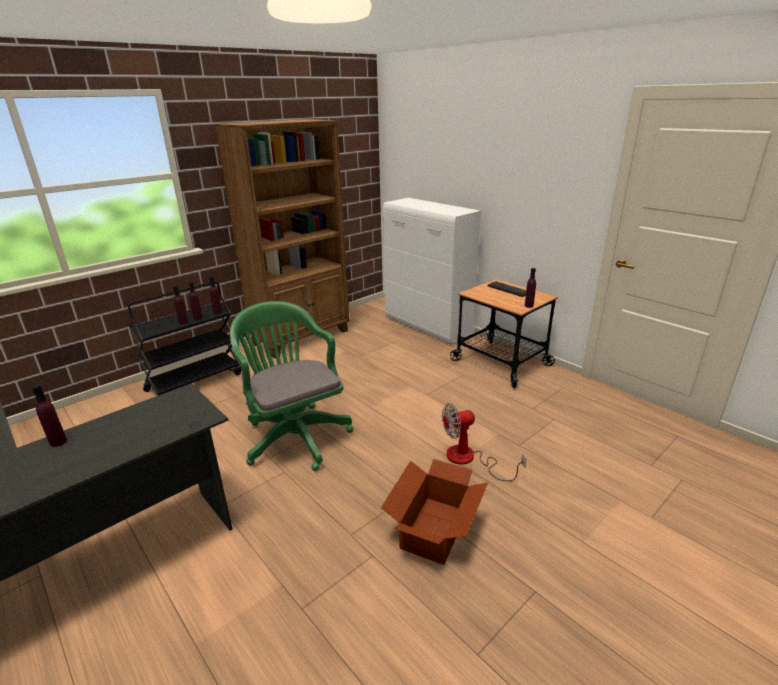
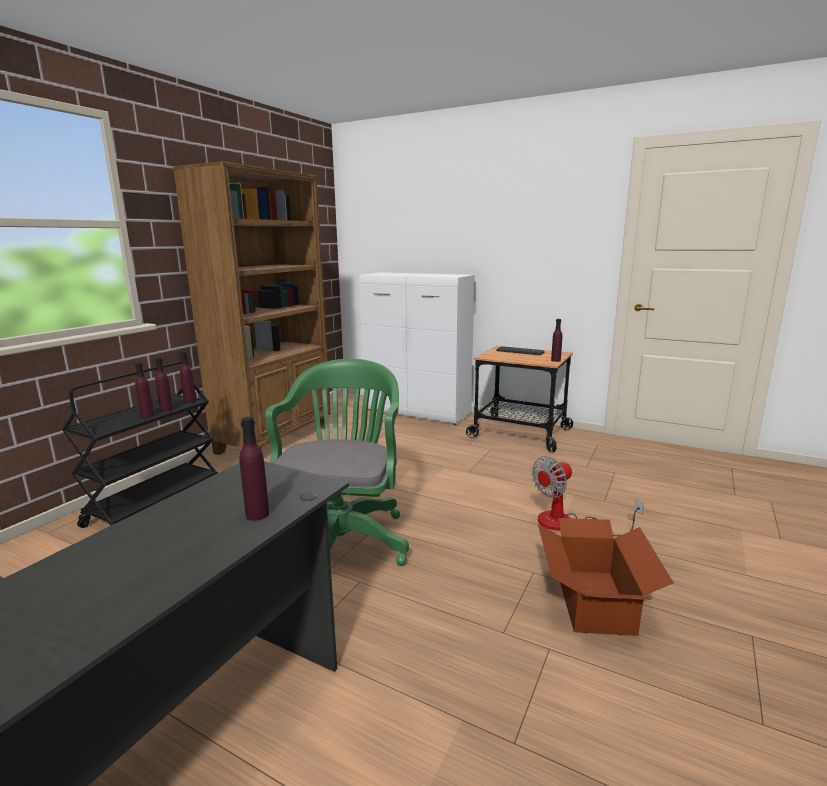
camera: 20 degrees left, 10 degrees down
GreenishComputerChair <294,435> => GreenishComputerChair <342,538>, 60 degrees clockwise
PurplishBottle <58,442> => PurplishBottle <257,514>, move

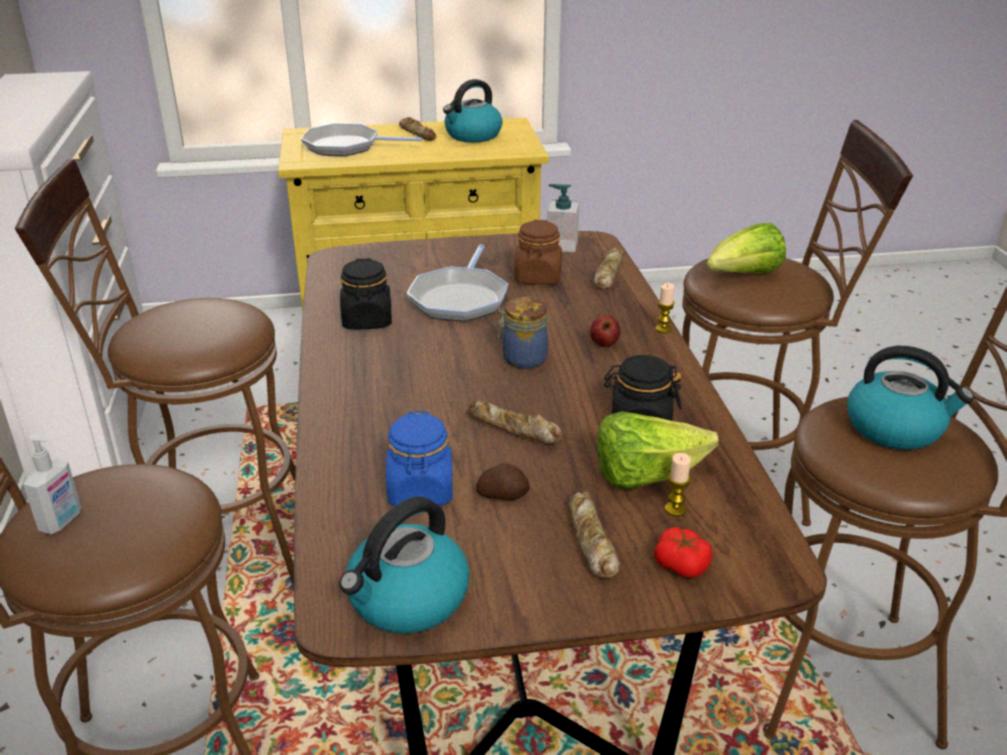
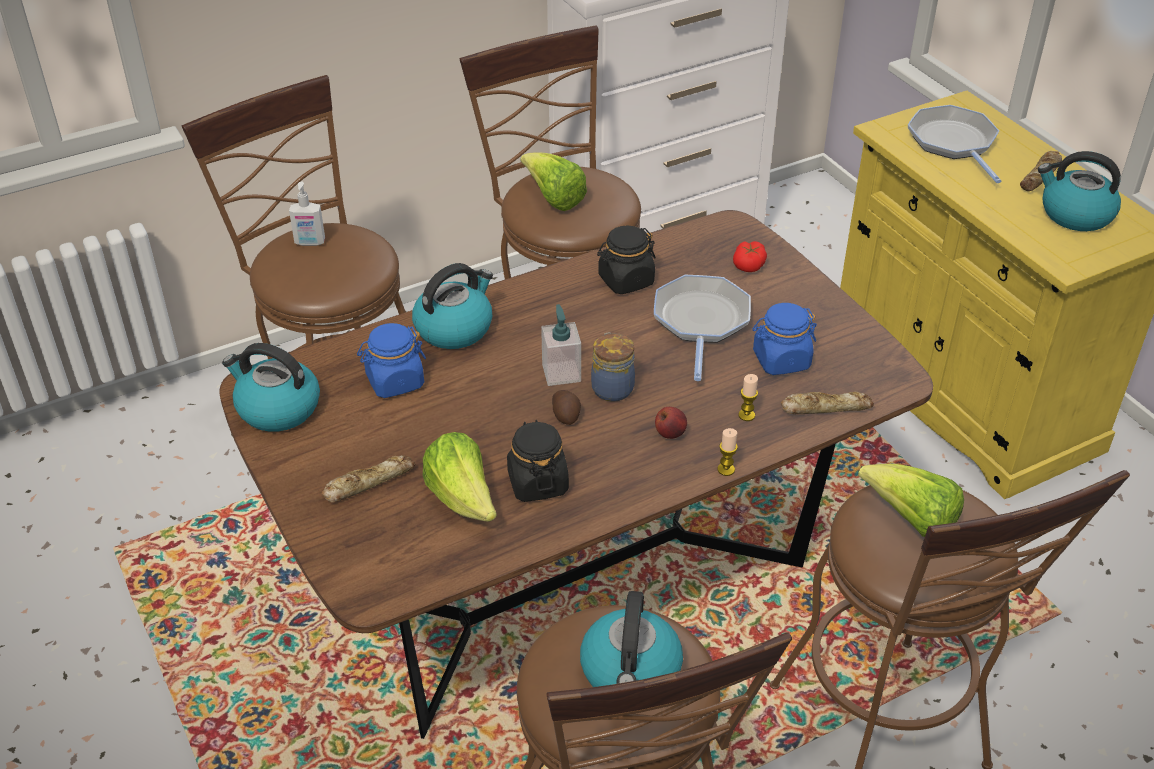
camera: 70 degrees right, 10 degrees up
SoapDispenser <561,245> => SoapDispenser <561,373>, move
BrownColouredJar <538,277> => BlueColouredJar <781,360>
FryingPan <460,298> => FryingPan <701,322>, 105 degrees clockwise
BakedBread <513,429> => nothing
Candle <675,509> => Candle <746,415>, move
Potato <502,494> => Potato <566,414>, move
Tomato <681,564> => Tomato <749,265>, move
nothing => Lettuce <553,198>
nothing => WaterKettle <454,328>

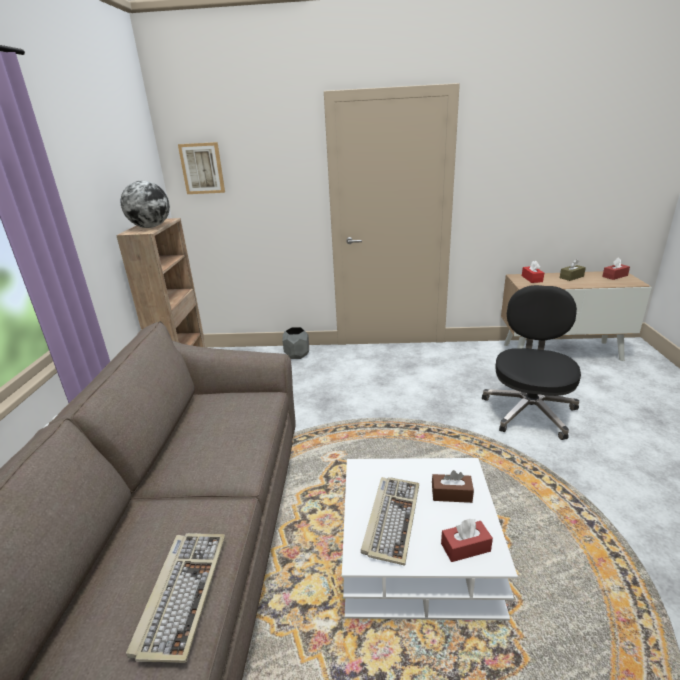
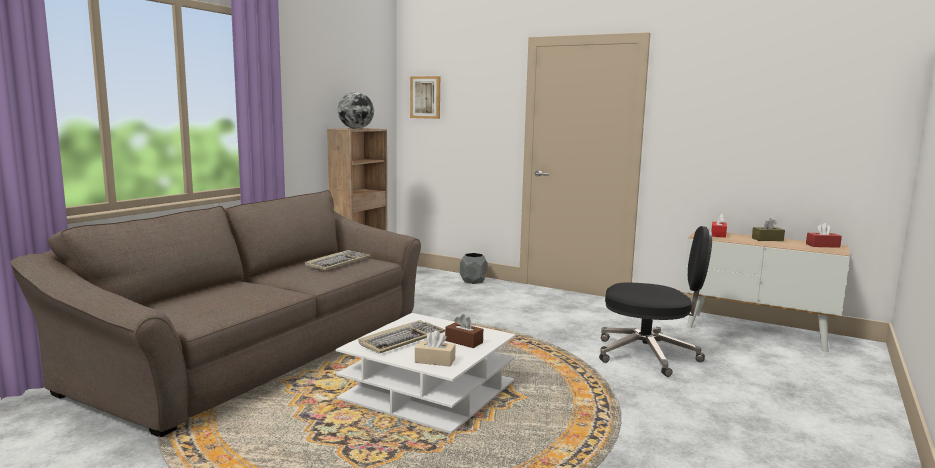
camera: 25 degrees right, 15 degrees down
BlackColouredComputerChair <529,410> => BlackColouredComputerChair <649,355>, 60 degrees clockwise
RedColouredTissueBox <465,547> => SandColouredTissueBox <435,361>
ComputerKeyboard <182,593> => ComputerKeyboard <338,263>, move

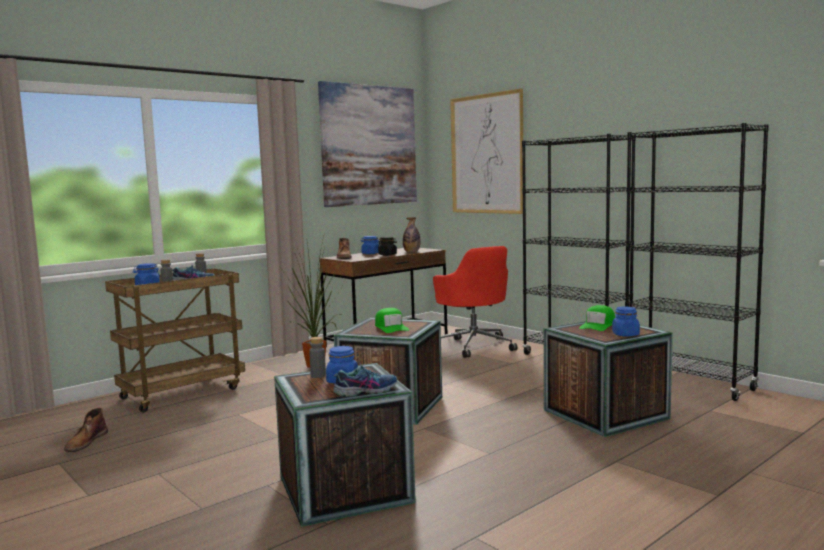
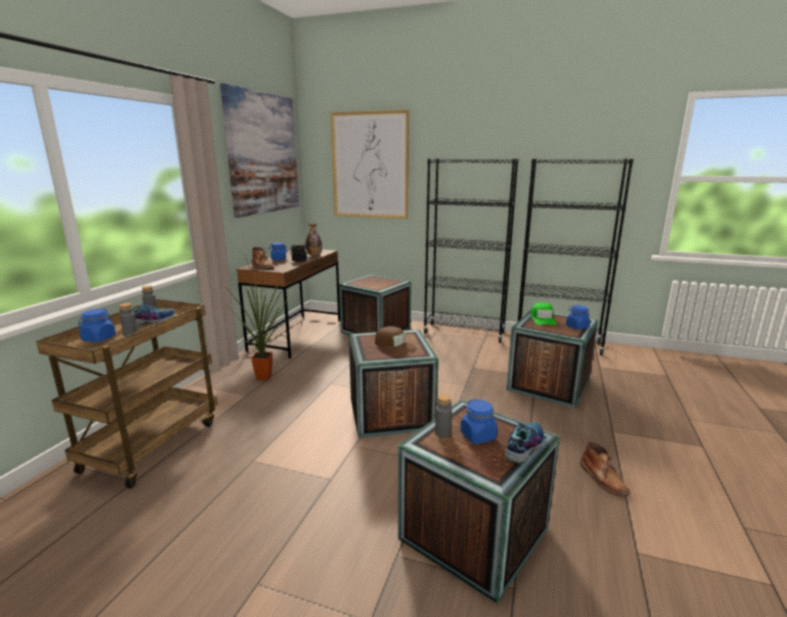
camera: 30 degrees left, 10 degrees up
RedColouredComputerChair <474,346> => Crate <376,330>
GreenishCap <391,327> => BrownColouredCap <394,345>
BrownColouredBoot <85,442> => BrownColouredBoot <603,479>, move

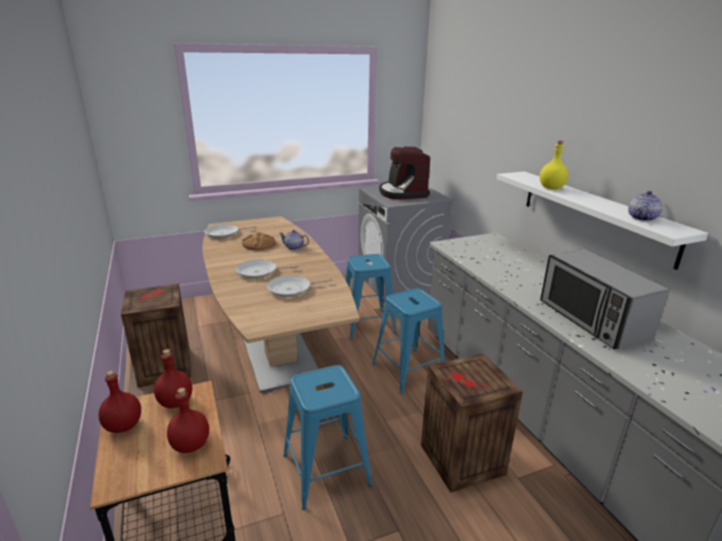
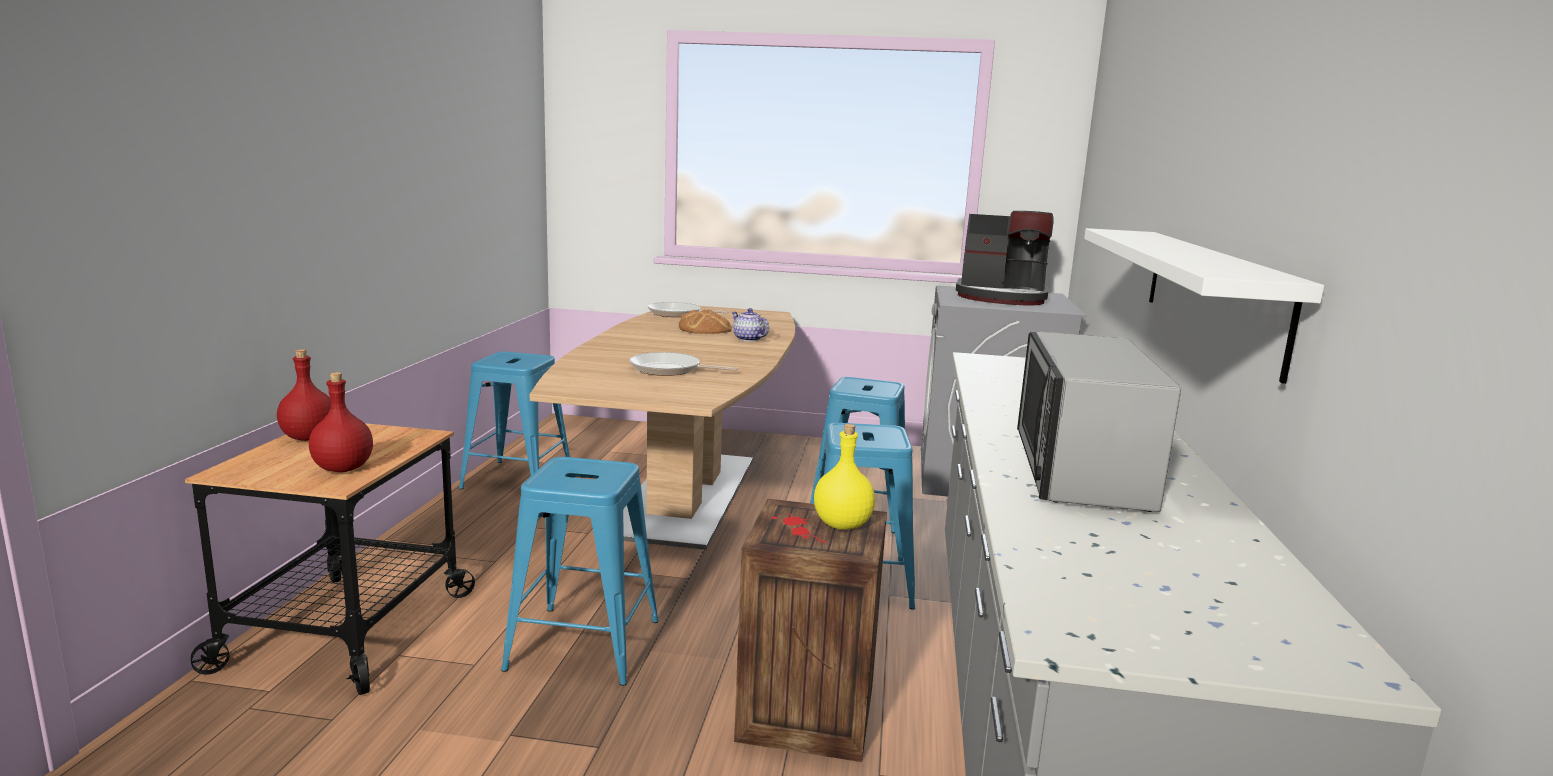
camera: 30 degrees right, 10 degrees down
YellowishBottle <552,188> => YellowishBottle <842,525>, move
CoffeeBrewer <402,193> => CoffeeBrewer <1002,298>, 90 degrees counterclockwise
Teapot <641,218> => nothing
FryingPan <259,272> => nothing
Crate <164,367> => BlueColouredStool <517,479>
RedColouredBottle <176,402> => nothing

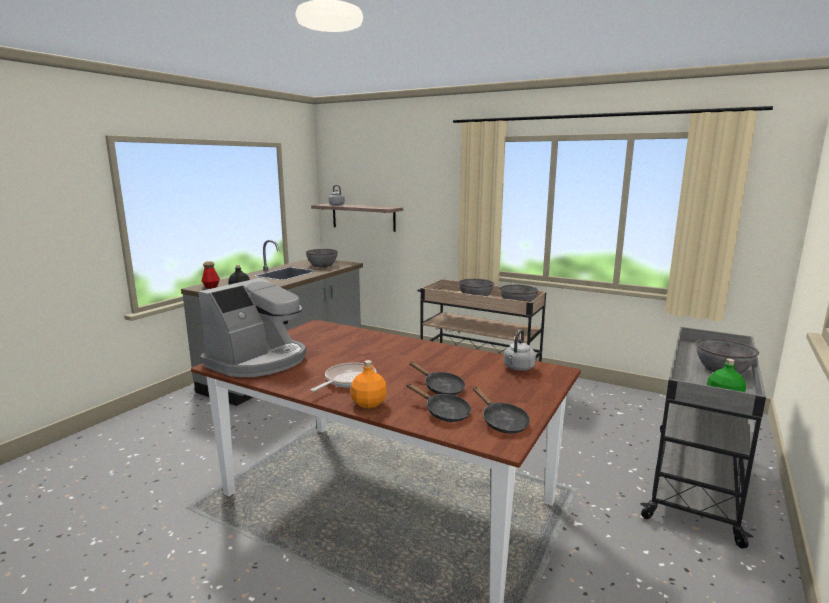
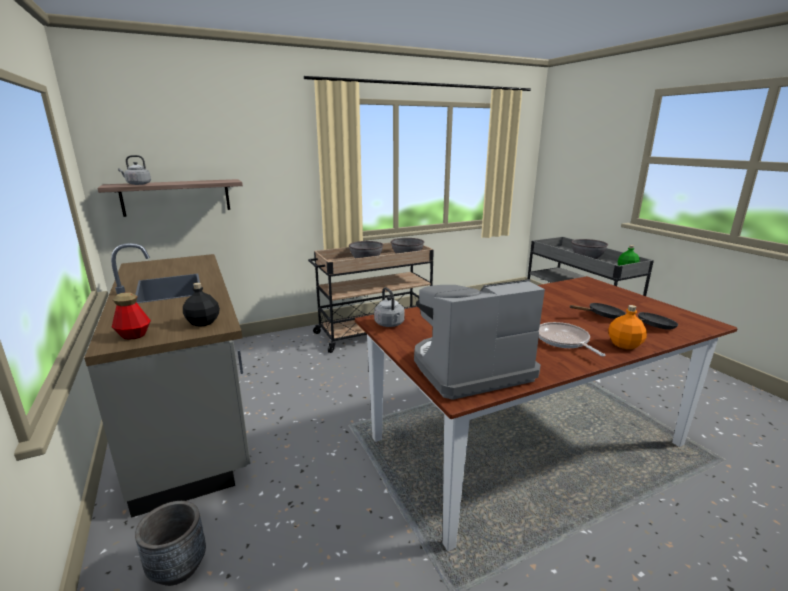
camera: 55 degrees left, 5 degrees up
GreyishBowl <322,265> => nothing
CoffeeBrewer <258,361> => CoffeeBrewer <469,369>, 90 degrees counterclockwise
GreyishWaterKettle <518,368> => GreyishWaterKettle <390,324>, move
BlackColouredFryingPan <501,422> => nothing
nothing => GreyishFlowerPot <178,567>

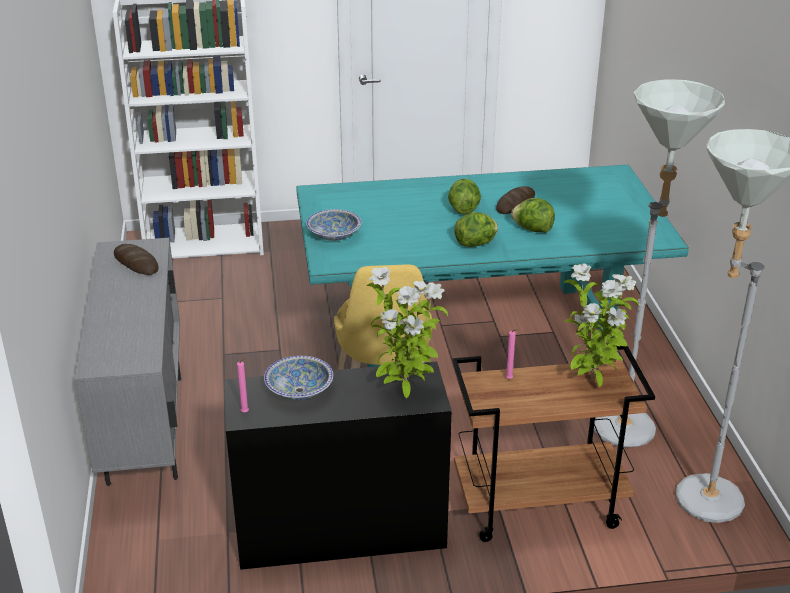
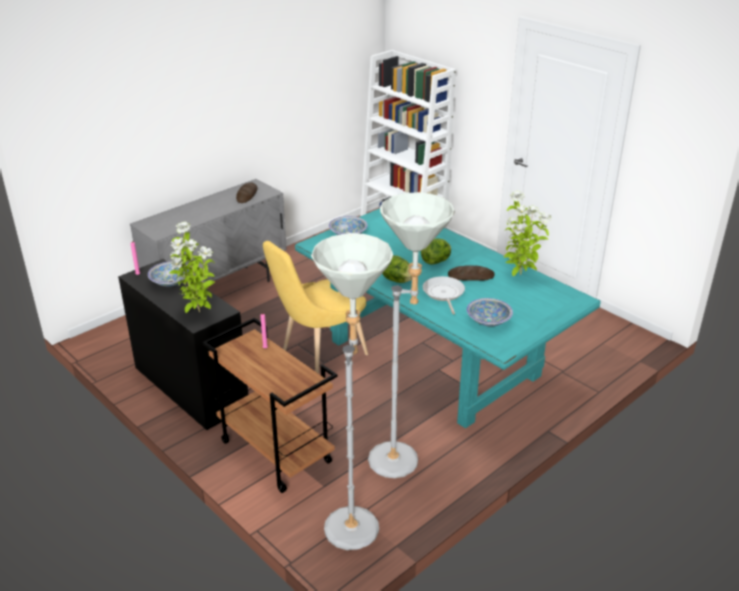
camera: 55 degrees right, 0 degrees up
Lettuce <532,229> => FryingPan <443,294>
PlantInAPot <592,382> => PlantInAPot <519,275>, move
nothing => Bowl <488,320>

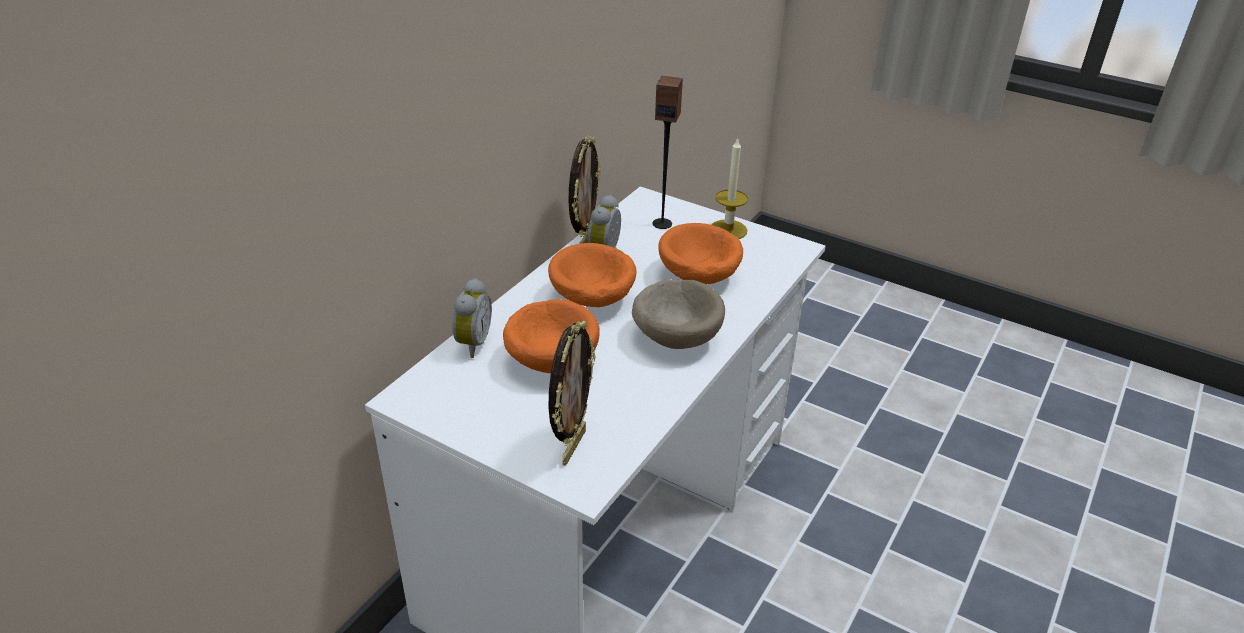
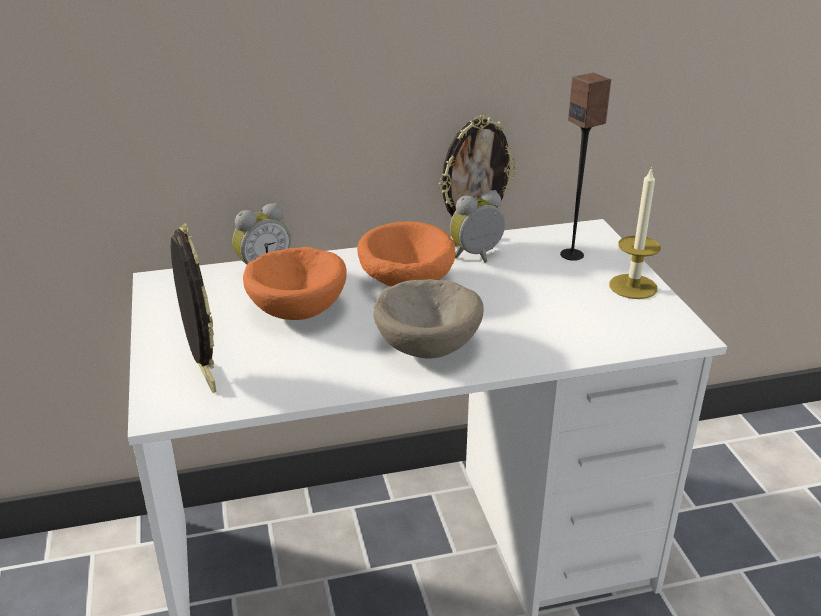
camera: 45 degrees right, 5 degrees down
OrangeBowl <698,278> => nothing
StandingFrame <572,446> => StandingFrame <203,377>, 90 degrees counterclockwise

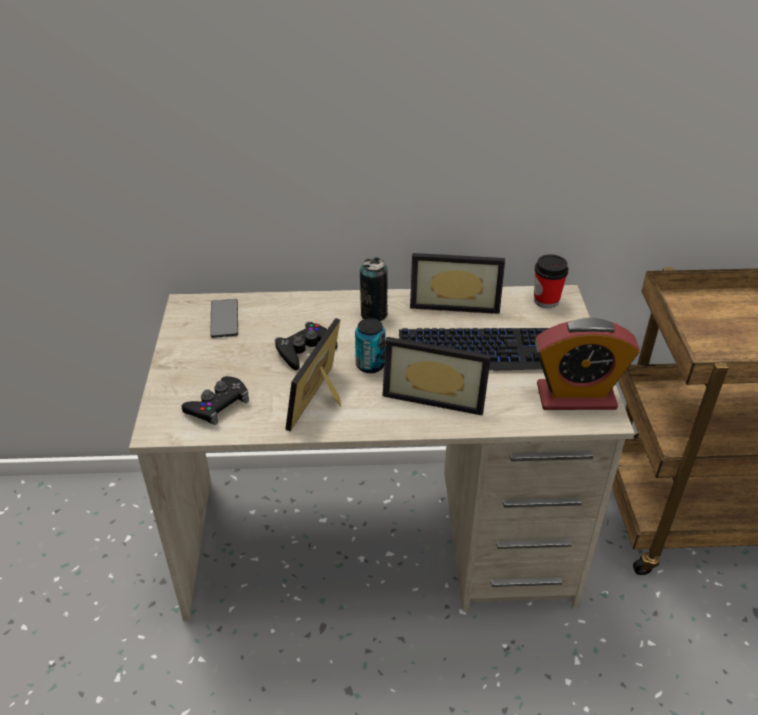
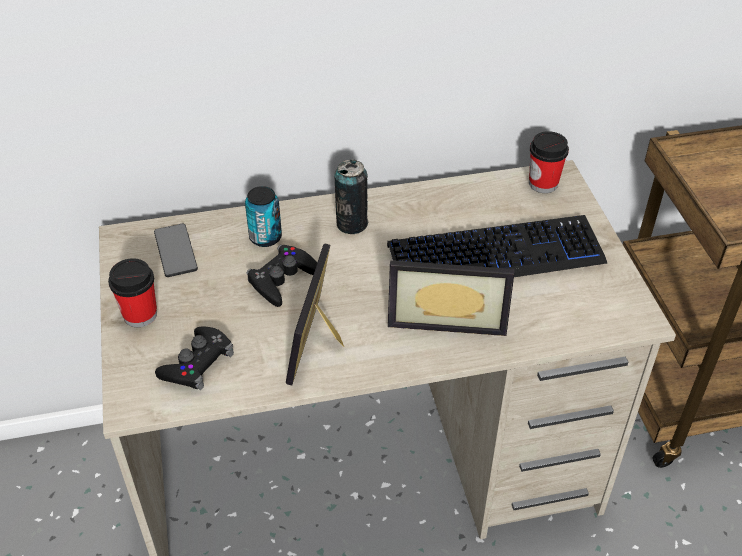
camera: 10 degrees left, 5 degrees up
StandingFrame <455,301> => nothing
Can <370,365> => Can <265,237>, move
TableClock <576,397> => nothing
nothing => DrinkingCup <140,315>

